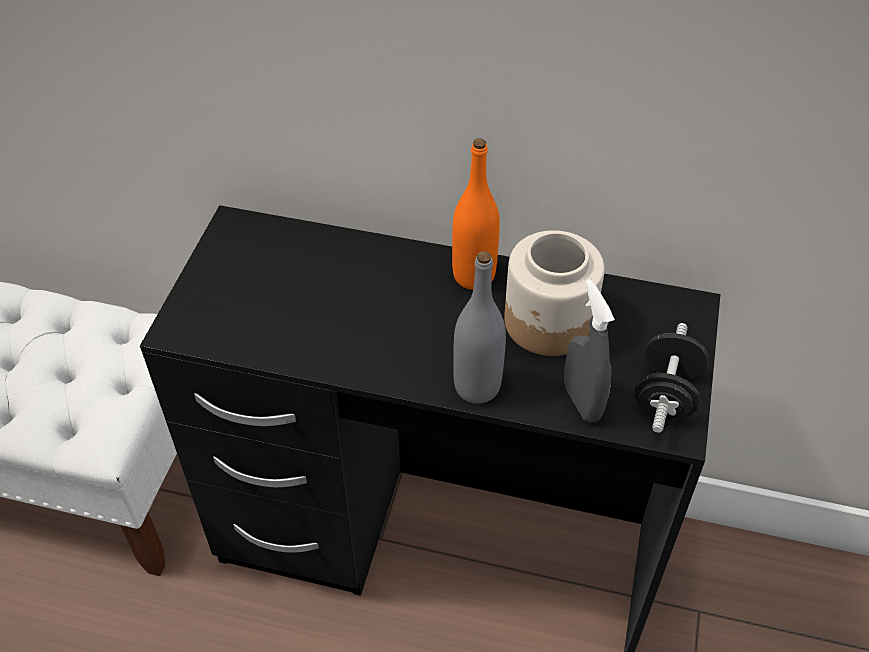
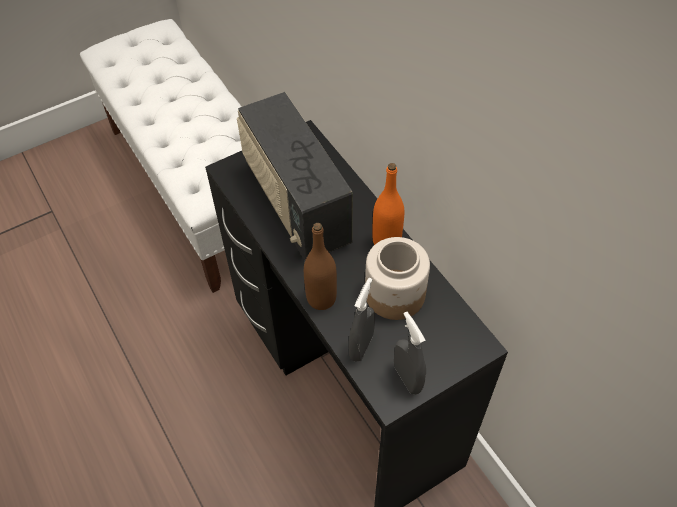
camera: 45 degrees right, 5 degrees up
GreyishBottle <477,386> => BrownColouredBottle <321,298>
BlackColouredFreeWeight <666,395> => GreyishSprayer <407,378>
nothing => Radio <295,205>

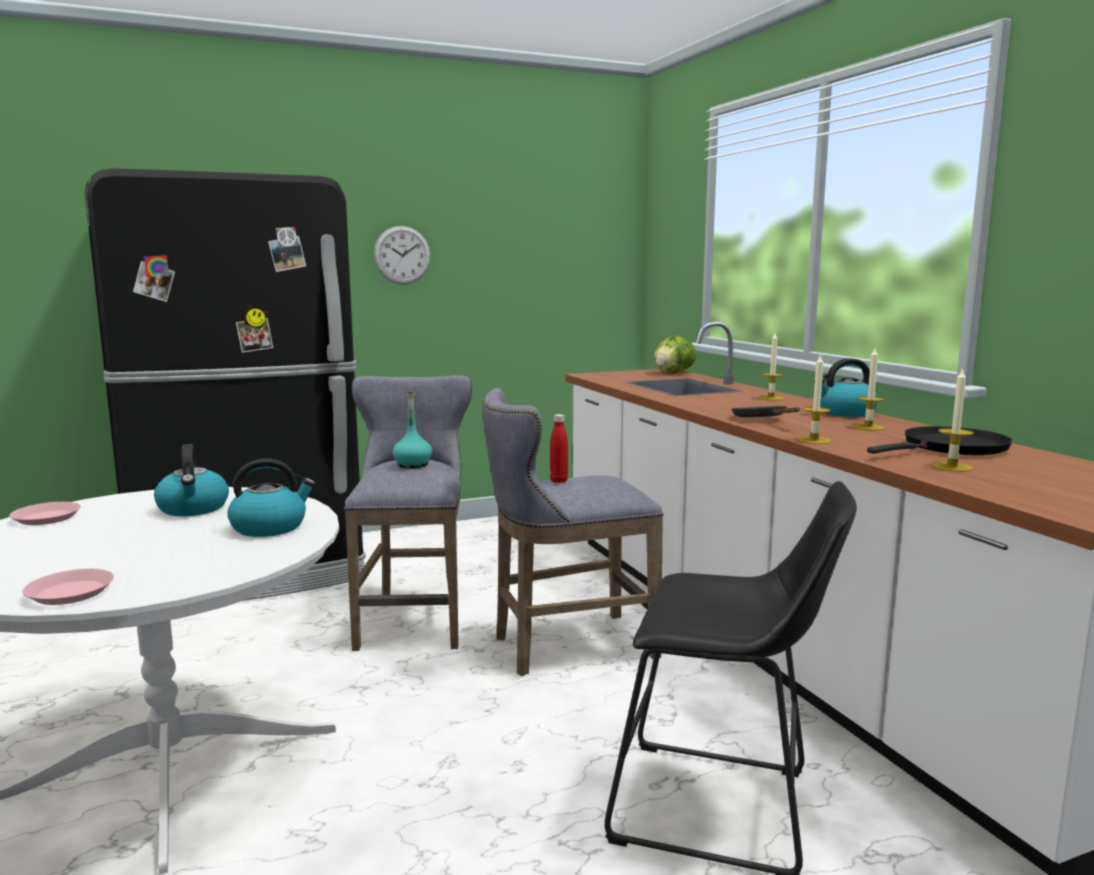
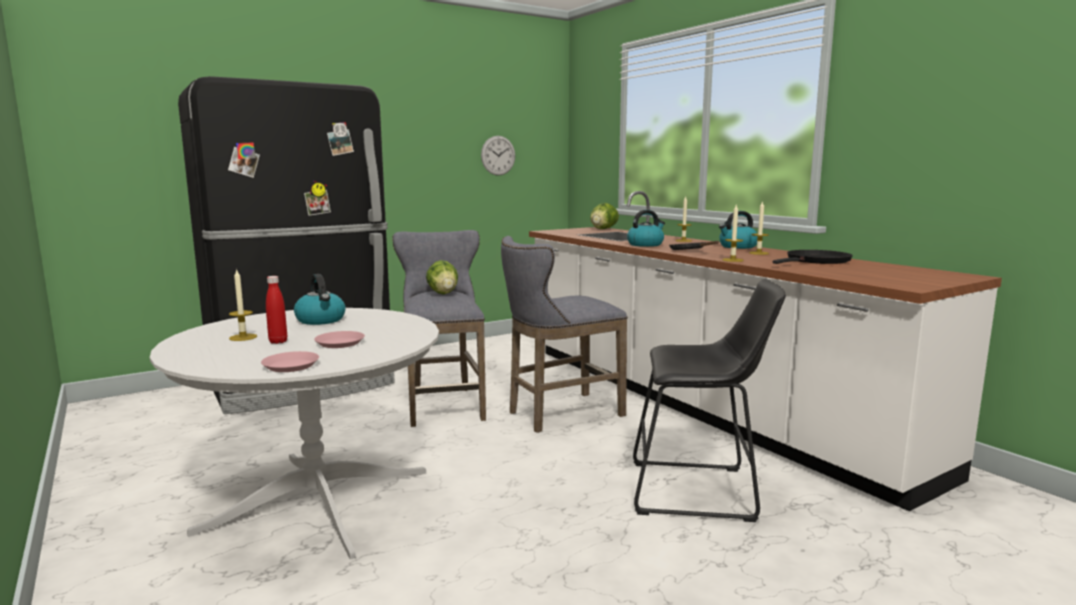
camera: 10 degrees left, 0 degrees up
ClockOnTheWall <402,255> => ClockOnTheWall <498,155>, move
Candle <952,467> => Candle <243,337>, move
BlueGreenBottle <413,465> => Lettuce <443,293>
RedColouredBottle <559,481> => RedColouredBottle <278,341>, move
WaterKettle <270,527> => WaterKettle <645,244>, move
PinkPlate <46,518> => PinkPlate <340,343>, move

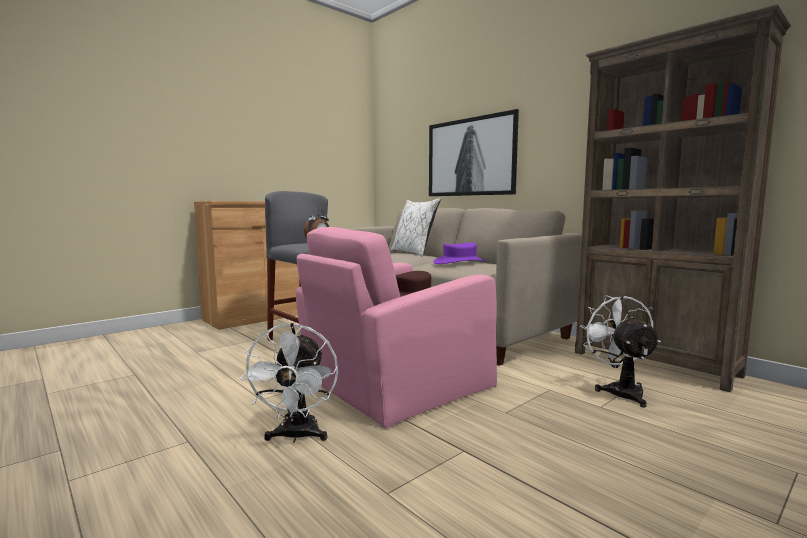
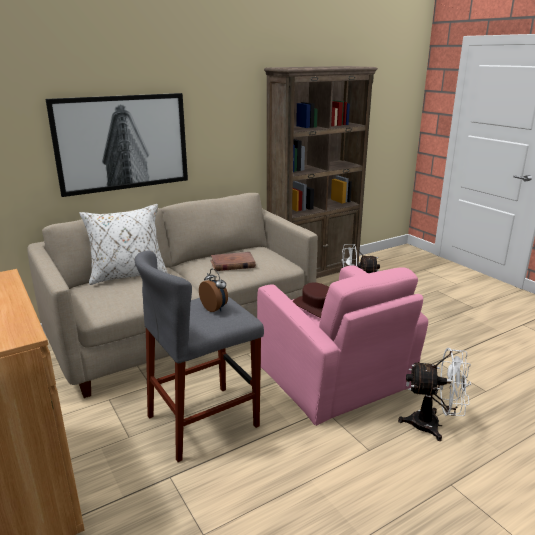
camera: 80 degrees left, 15 degrees up
PurplishHat <459,262> => BrownColouredVolume <232,264>

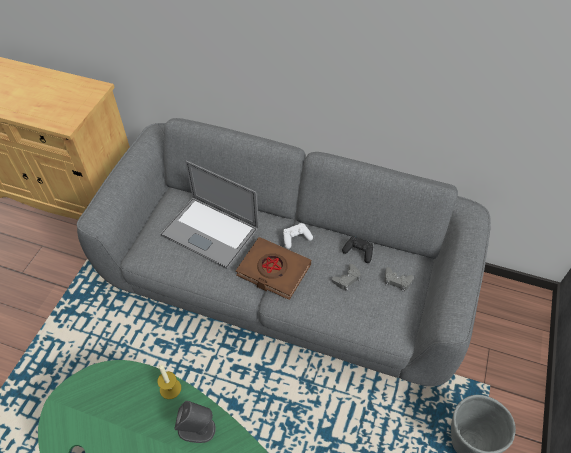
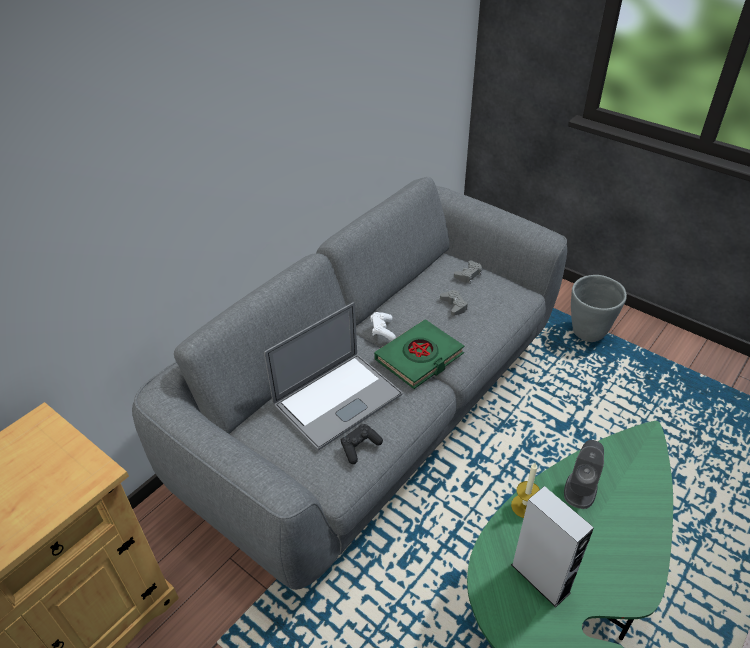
camera: 70 degrees left, 10 degrees down
BlackColouredGameController <358,252> => BlackColouredGameController <359,447>, move
BrownColouredVolume <273,271> => GreenishVolume <419,358>
nothing => GreyishLoudspeaker <540,578>

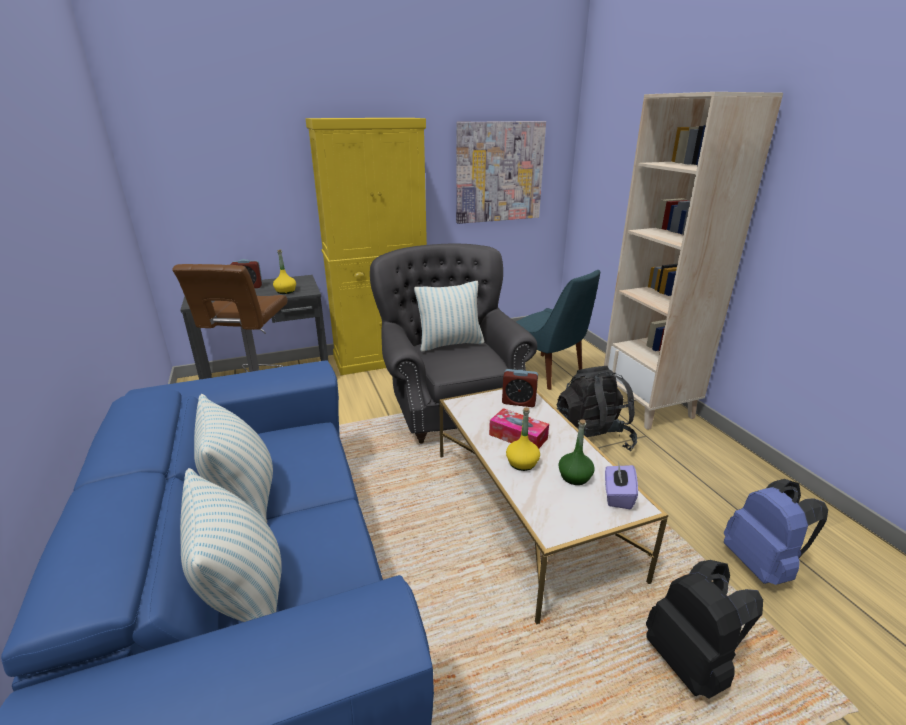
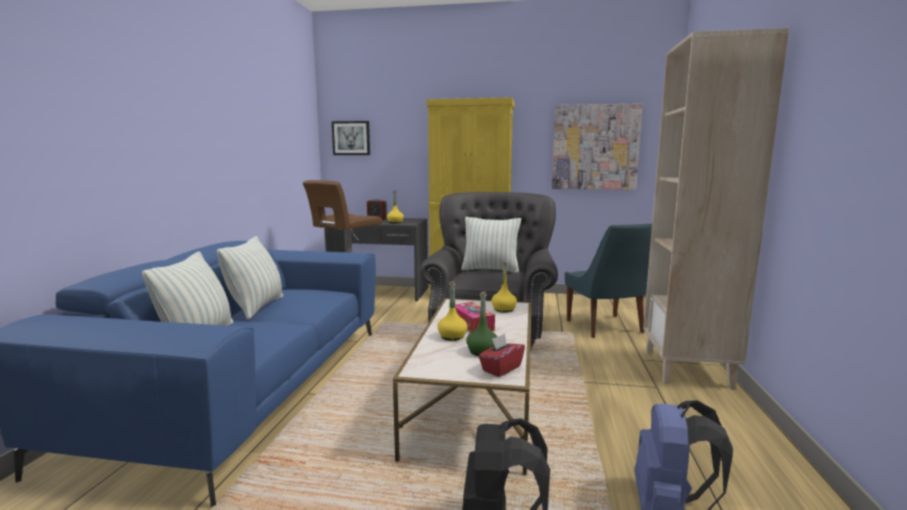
camera: 30 degrees right, 15 degrees down
BlackColouredRucksack <592,439> => nothing
TableClock <518,402> => YellowishBottle <504,309>
PurplishTissueBox <617,496> => RedColouredTissueBox <501,368>
nothing => Picture <351,138>

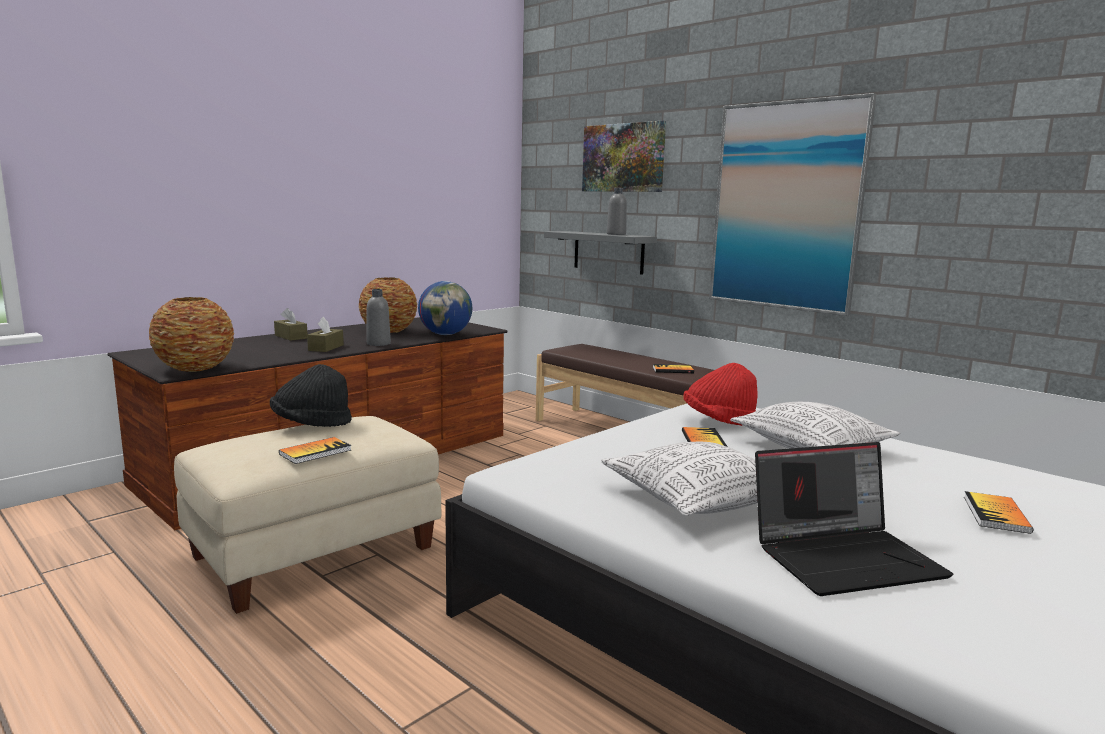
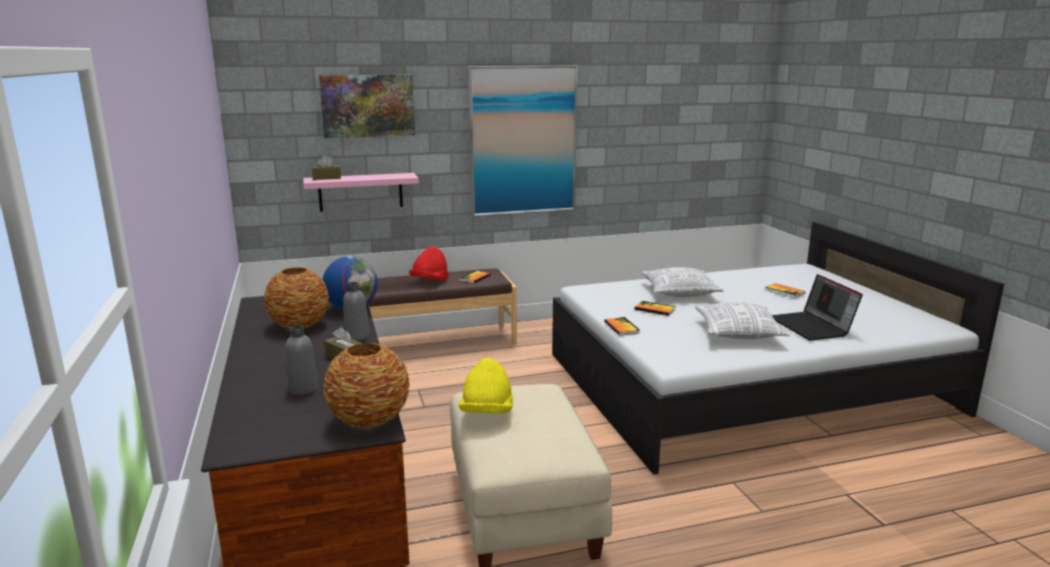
camera: 60 degrees left, 5 degrees up
GreyishBottle <616,234> => GreyishBottle <303,389>, move
GreyishShelf <608,252> => PinkShelf <360,192>
BrownColouredTissueBox <291,337> => BrownColouredTissueBox <326,178>, move
RedColouredHat <719,421> => RedColouredHat <430,281>, move
BlackColouredHat <311,424> => YellowishHat <487,413>
Volume <315,452> => Volume <621,327>, move
Laptop <845,557> => Laptop <812,327>, 150 degrees clockwise

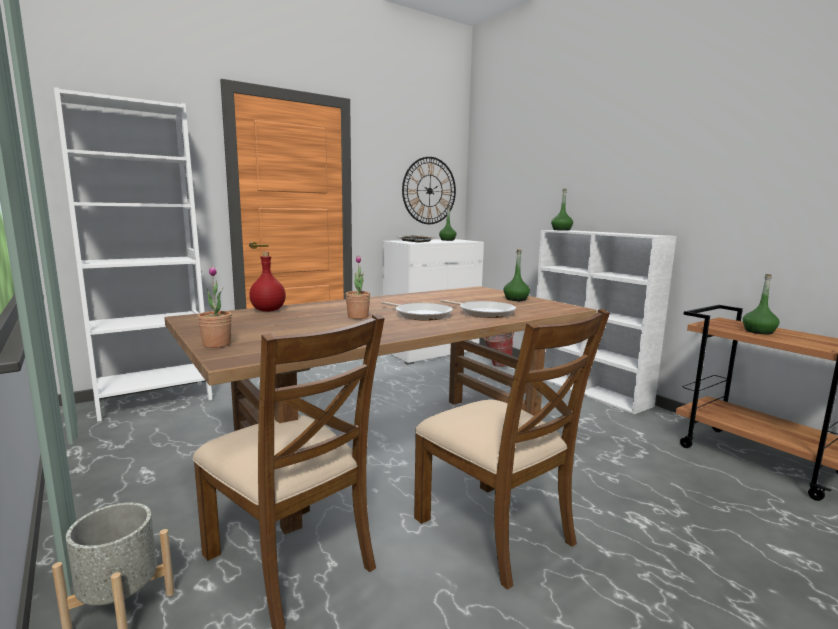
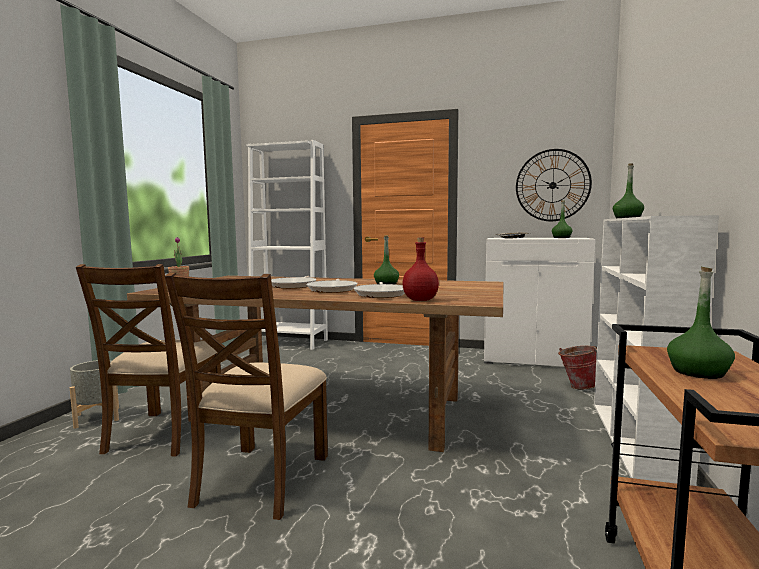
camera: 50 degrees right, 5 degrees down
GreenishBottle <516,299> => GreenishBottle <386,284>, move
RedColouredBottle <268,310> => RedColouredBottle <420,300>, move
PlantInAPot <358,317> => FryingPan <294,285>

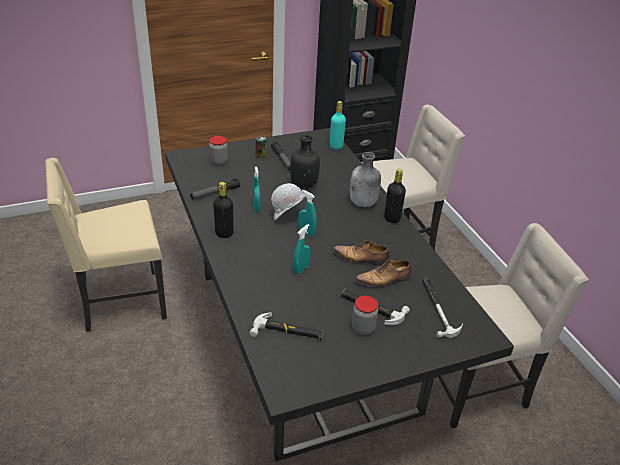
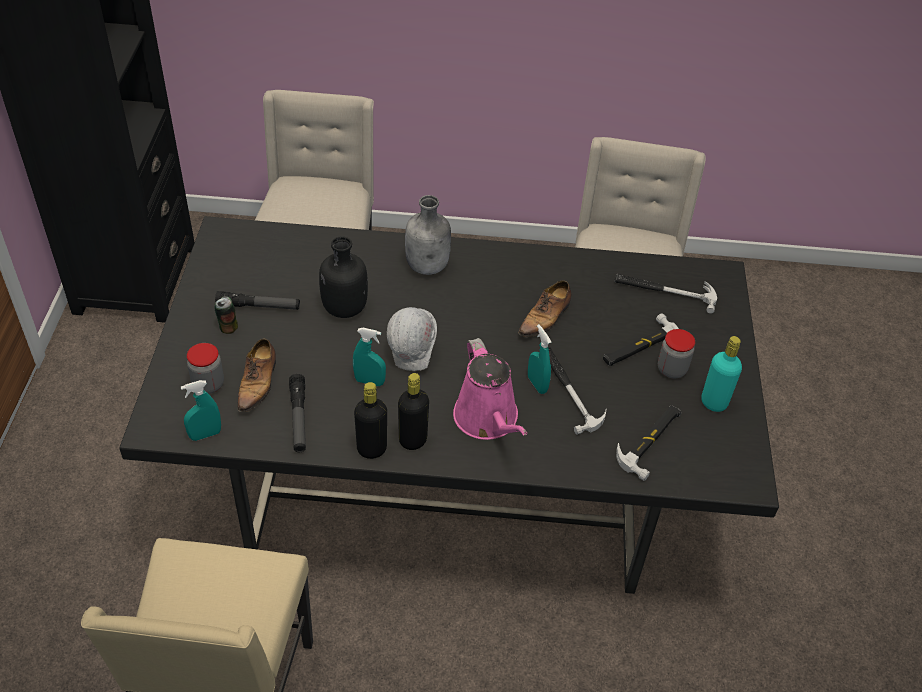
camera: 65 degrees left, 10 degrees up
BlueGreenBottle <336,146> => BlueGreenBottle <714,402>, move
BlackColouredBottle <392,218> => BlackColouredBottle <371,449>, move
BlueGreenSprayer <306,232> => BlueGreenSprayer <205,434>, move
Shoe <384,280> => Shoe <258,383>, move
nothing => PinkSprinklingCan <488,420>
nothing => ToolHammer <569,390>

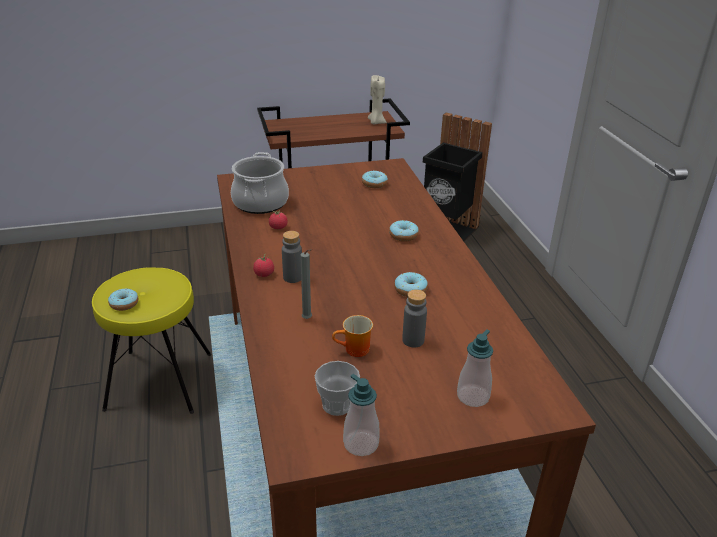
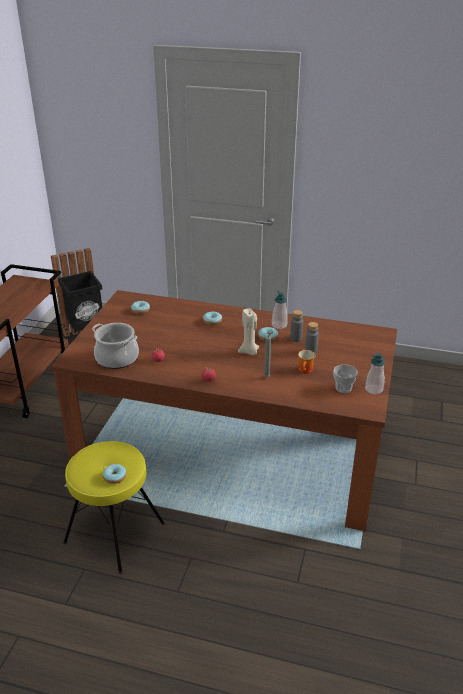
camera: 60 degrees left, 0 degrees up
SandColouredCandle <376,122> => SandColouredCandle <249,352>, move
GreyishBottle <293,277> => GreyishBottle <296,338>, move
SoapDispenser <473,396> => SoapDispenser <279,325>, move

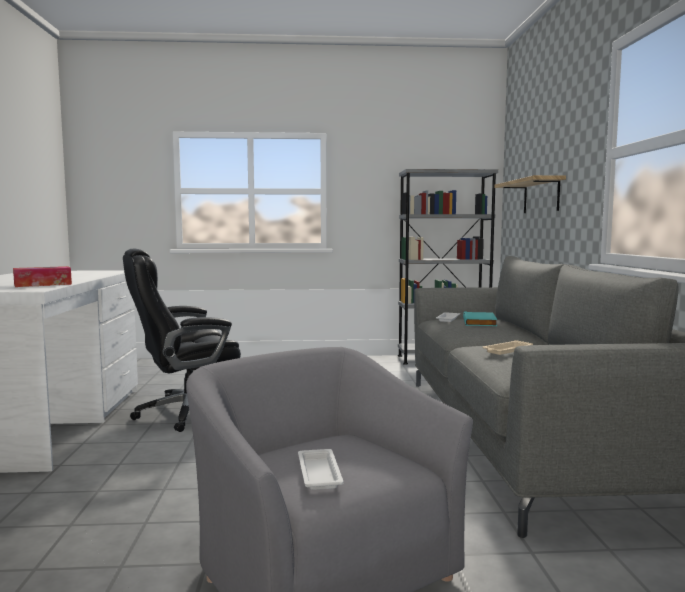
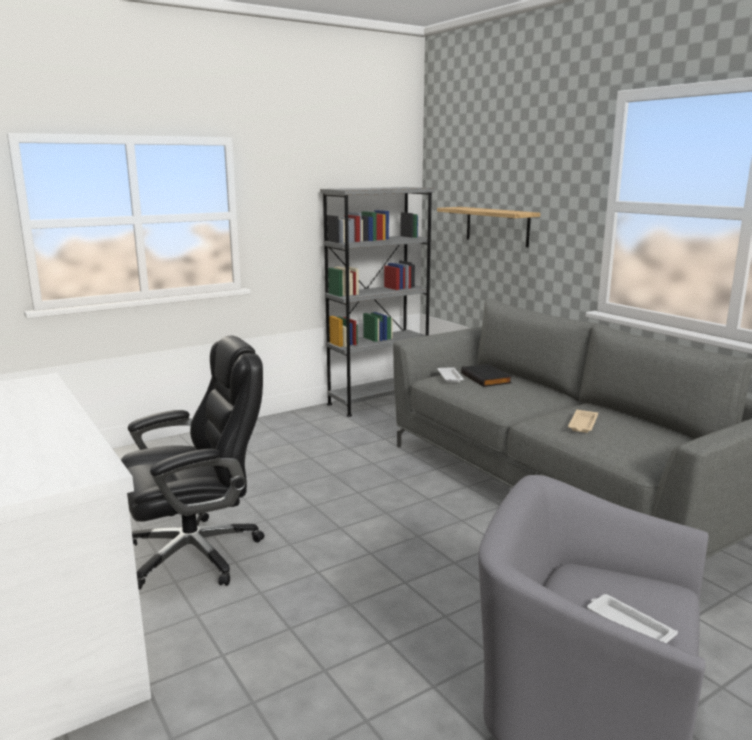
camera: 30 degrees left, 10 degrees up
BlackColouredComputerChair <186,413> => BlackColouredComputerChair <197,553>, 150 degrees counterclockwise
TissueBox <43,284> => nothing
BlueGreenVolume <480,322> => BlackColouredVolume <487,378>

